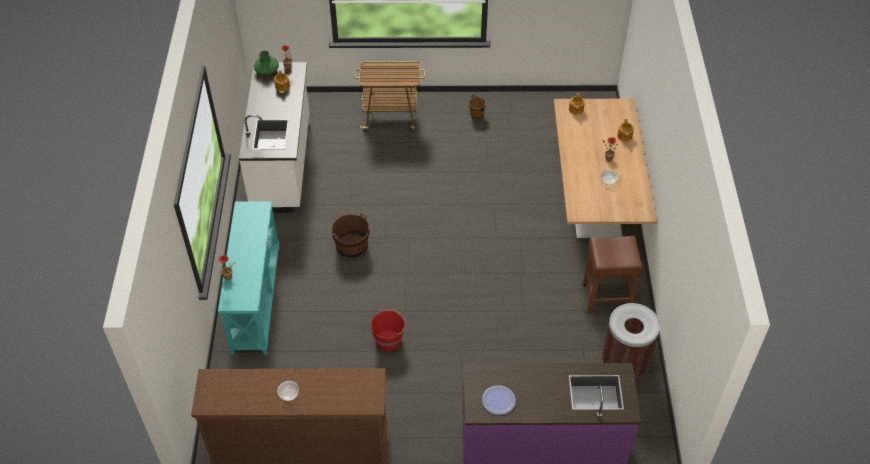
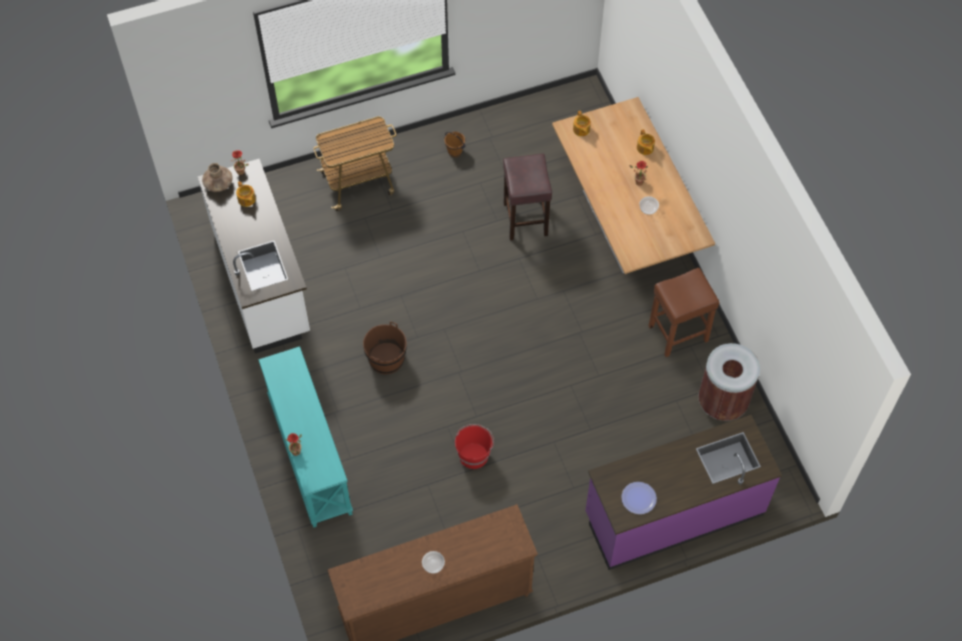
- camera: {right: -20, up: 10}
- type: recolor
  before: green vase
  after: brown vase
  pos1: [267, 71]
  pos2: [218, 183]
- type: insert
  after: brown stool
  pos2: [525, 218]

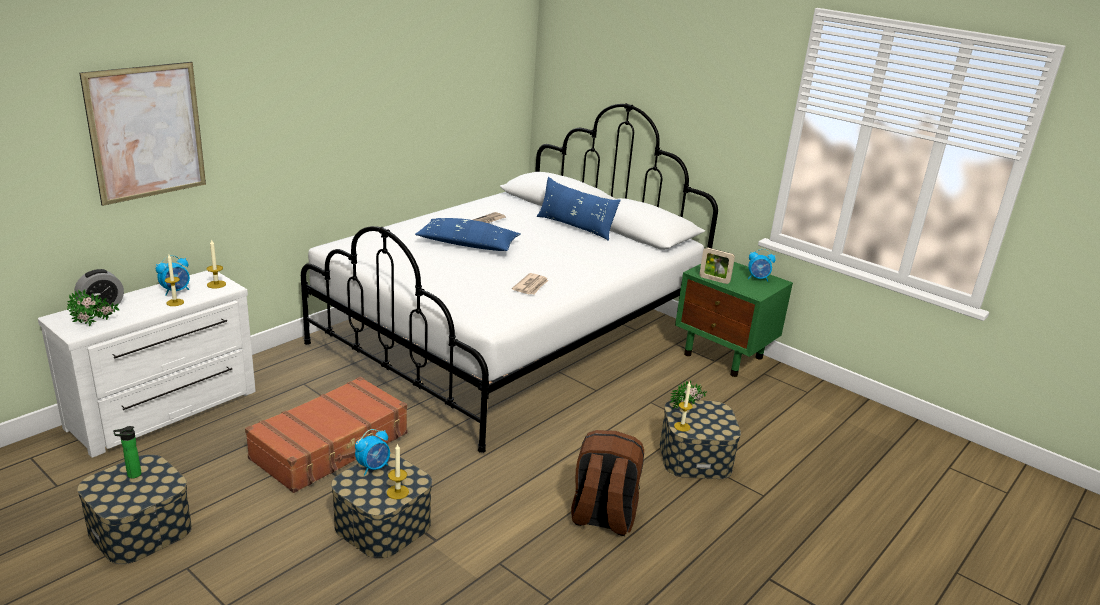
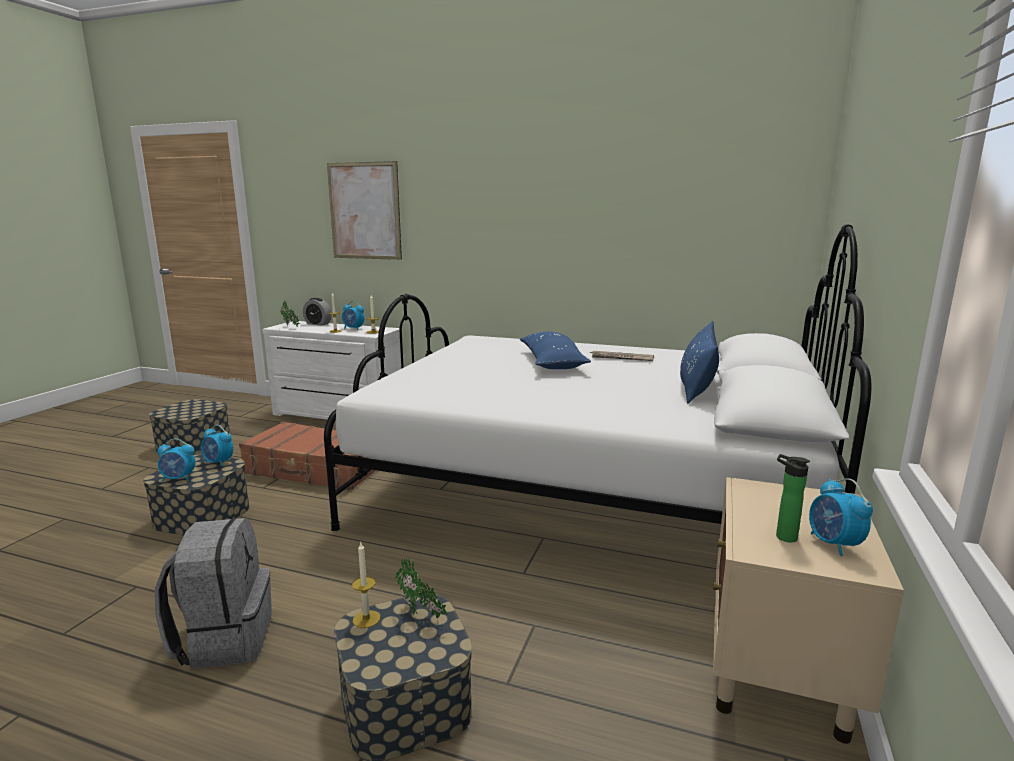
- camera: {right: 70, up: -10}
- type: move
  before: bottle
  pos1: [132, 475]
  pos2: [783, 536]
- type: replace
  before: candle
  after: alarm clock
  pos1: [397, 492]
  pos2: [178, 479]
- type: delete
  before: newspaper
  pos1: [531, 286]
- type: recolor
  before: brown backpack
  after: grey backpack
  pos1: [602, 517]
  pos2: [224, 638]
- type: recolor
  before: green nightstand
  after: beige nightstand
  pos1: [724, 356]
  pos2: [777, 682]
- type: delete
  before: picture frame
  pos1: [714, 280]

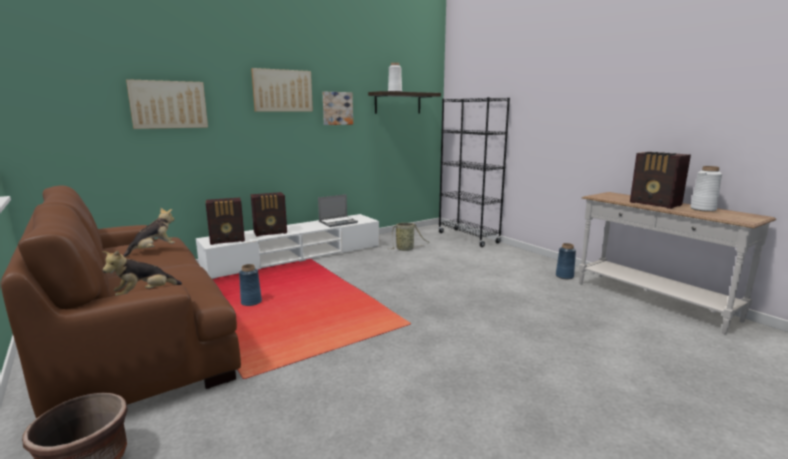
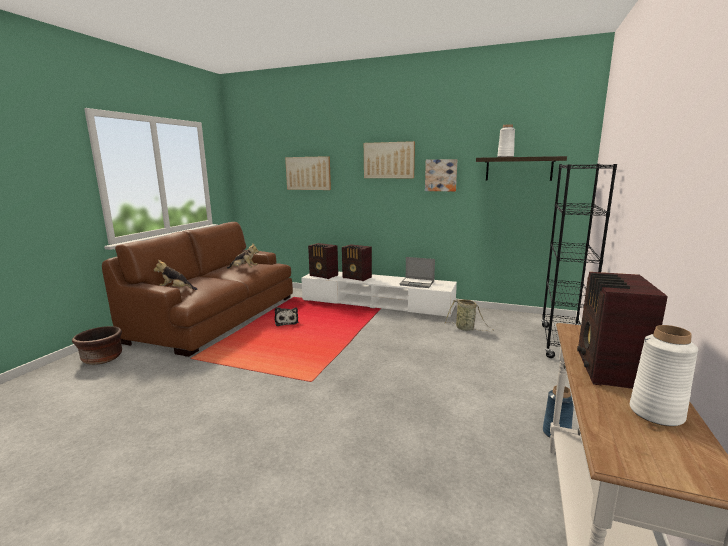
- camera: {right: 55, up: 0}
- type: replace
  before: blue vase
  after: plush toy
  pos1: [251, 302]
  pos2: [286, 322]

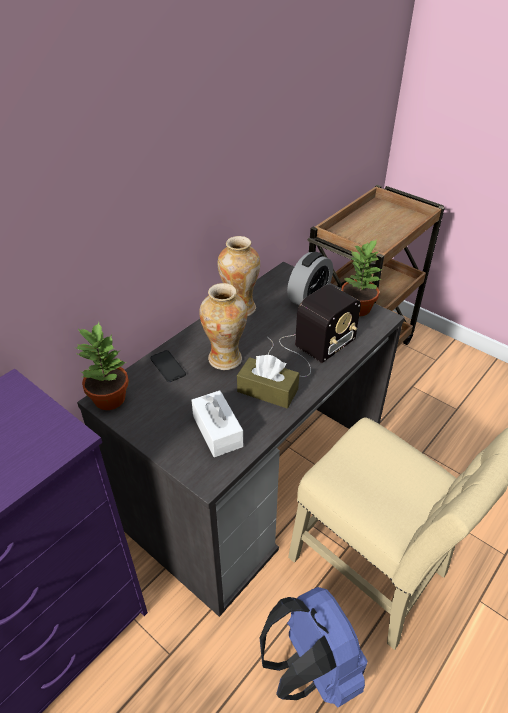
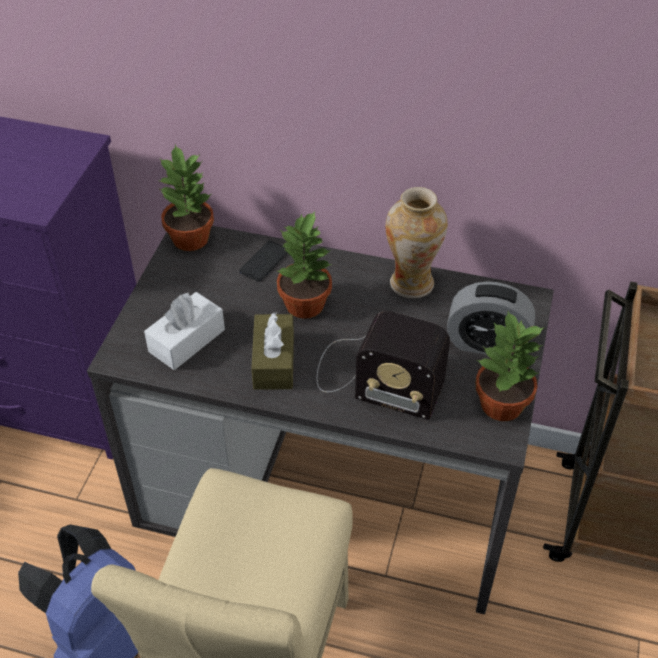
- camera: {right: 65, up: 5}
- type: replace
  before: vase
  after: potted plant
  pos1: [225, 359]
  pos2: [306, 304]

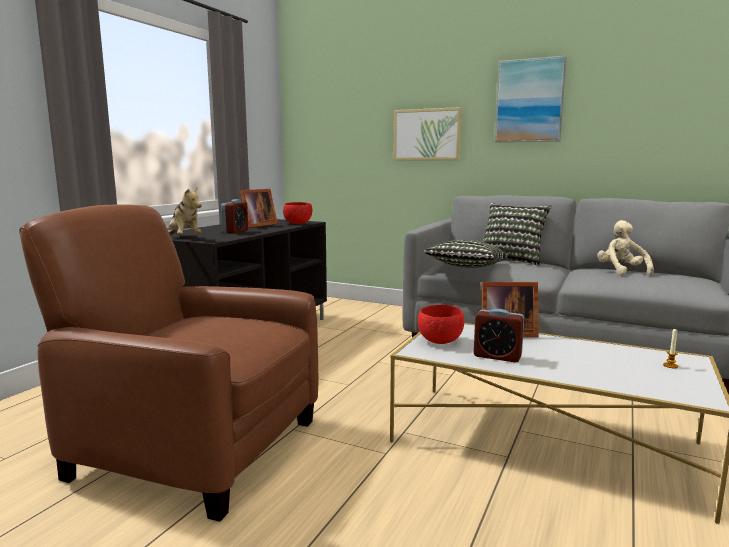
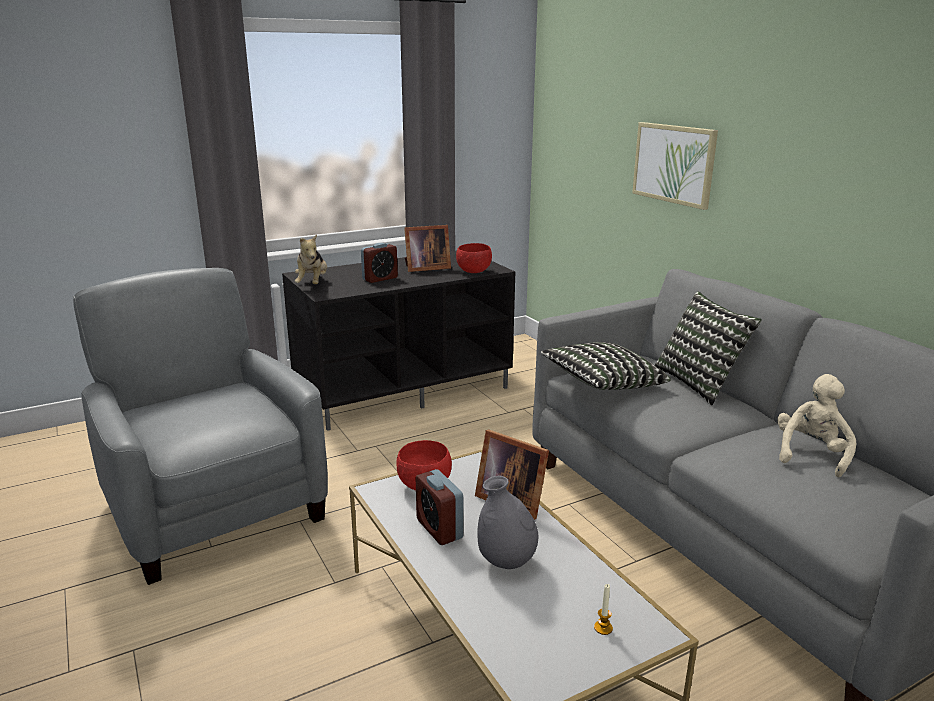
- camera: {right: 35, up: 10}
- type: recolor
  before: brown armchair
  after: grey armchair
  pos1: [195, 447]
  pos2: [213, 507]
- type: delete
  before: picture
  pos1: [529, 101]
- type: insert
  after: grey vase
  pos2: [506, 562]

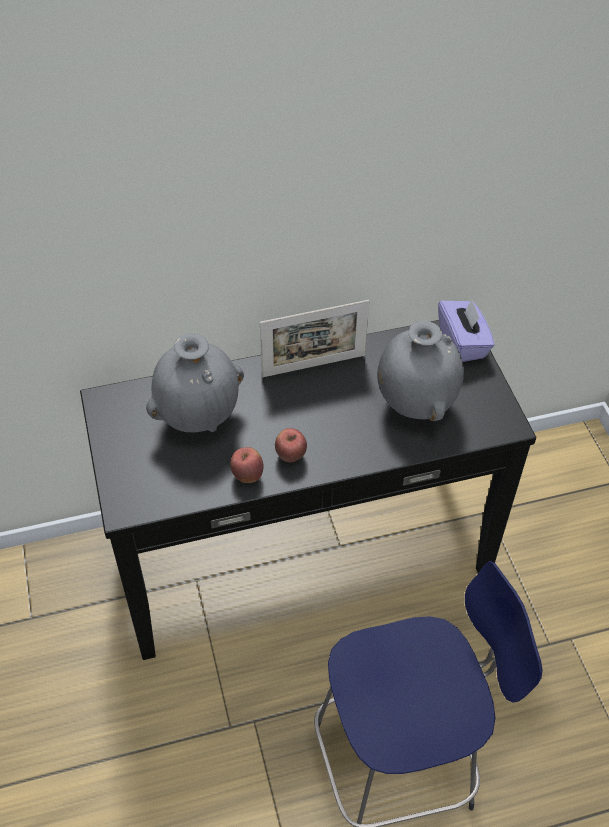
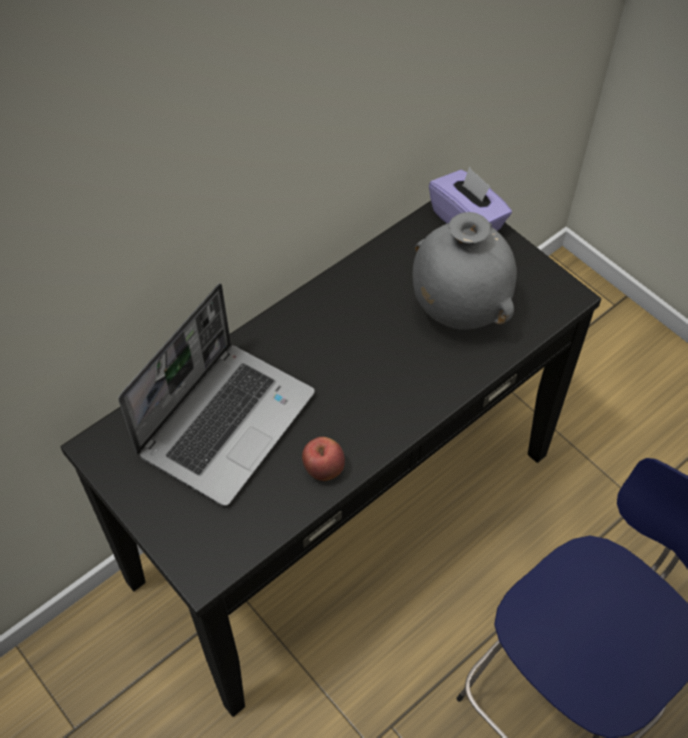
- camera: {right: -25, up: 5}
- type: replace
  before: grey vase
  after: laptop
  pos1: [199, 417]
  pos2: [227, 422]
- type: delete
  before: picture frame
  pos1: [313, 365]
- type: delete
  before: apple
  pos1: [290, 456]

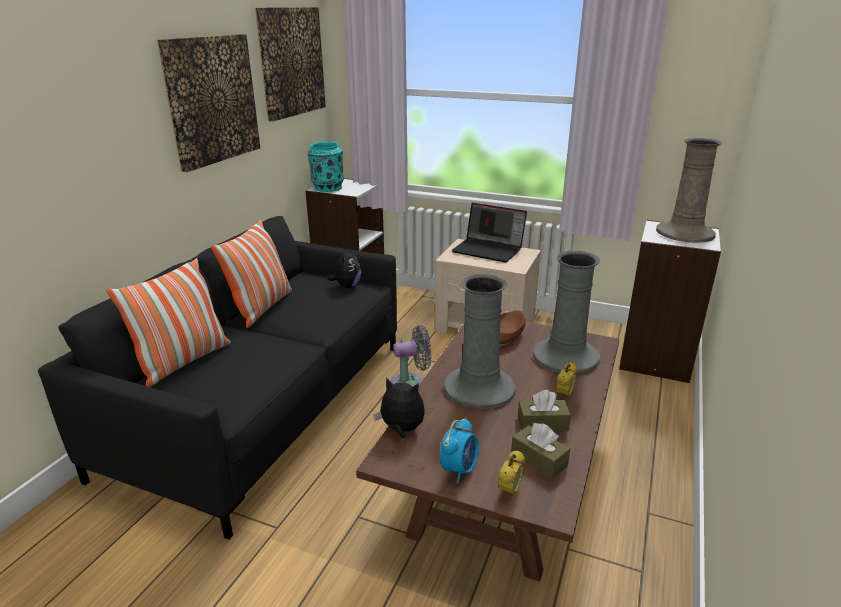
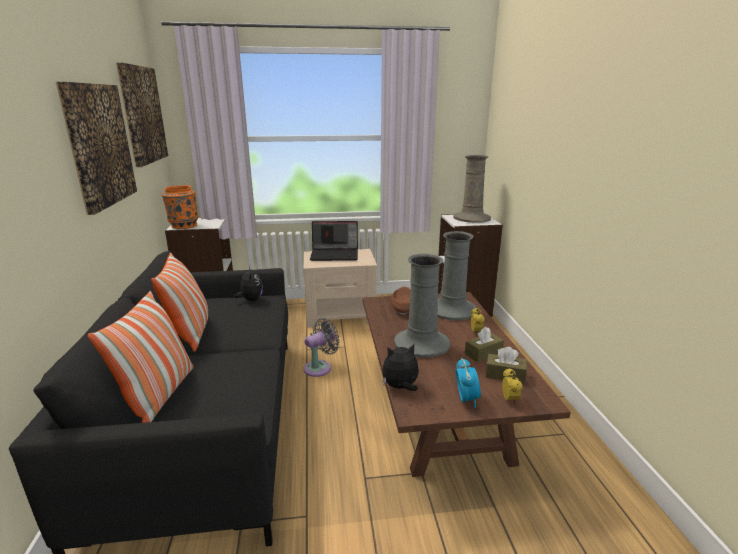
- camera: {right: -30, up: -5}
- type: recolor
  before: turquoise vase
  after: orange vase
  pos1: [327, 188]
  pos2: [183, 226]

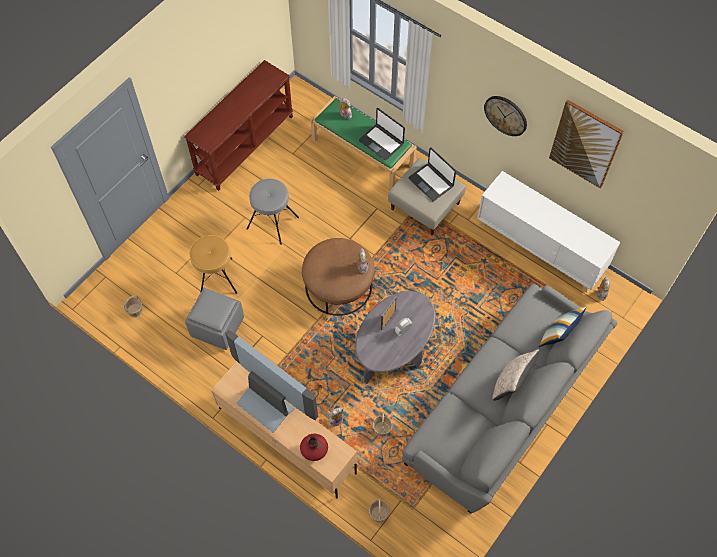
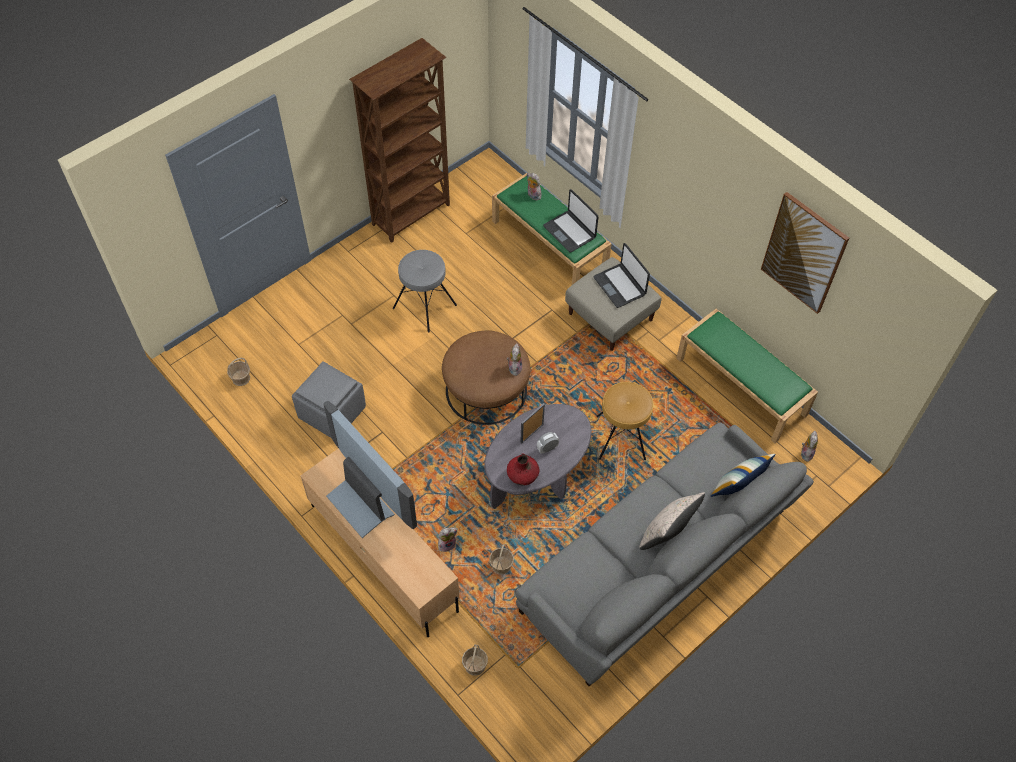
- camera: {right: 10, up: -5}
- type: replace
  before: brown console table
  after: brown bookcase
  pos1: [244, 144]
  pos2: [412, 215]
- type: move
  before: brown stool
  pos1: [216, 278]
  pos2: [621, 437]
- type: move
  before: red vase
  pos1: [314, 450]
  pos2: [523, 476]
- type: replace
  before: white cabinet
  after: green bench
  pos1: [541, 247]
  pos2: [742, 386]
- type: delete
  before: wall clock
  pos1: [506, 115]

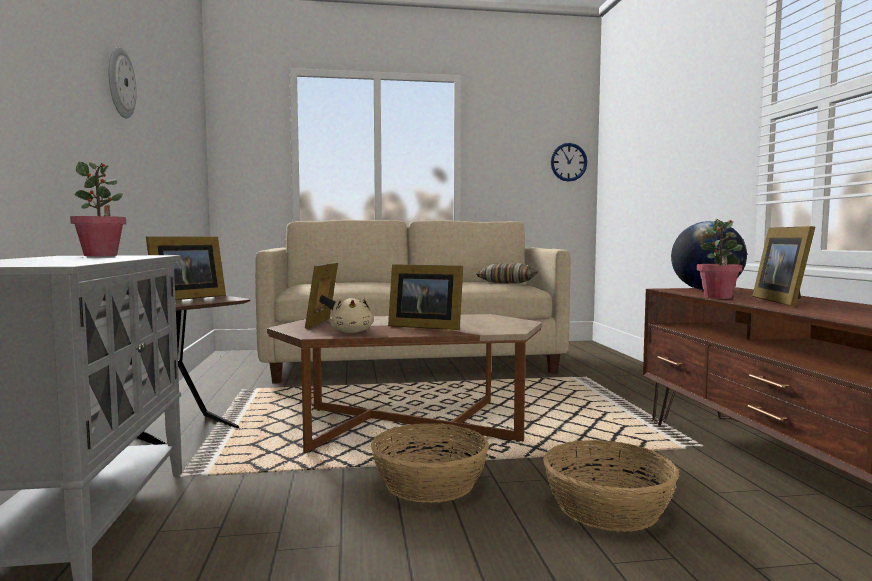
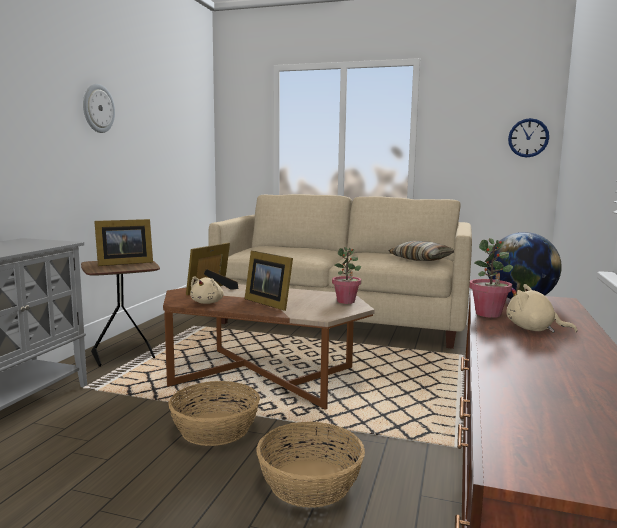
- camera: {right: 25, up: 5}
- type: move
  before: potted plant
  pos1: [101, 255]
  pos2: [346, 301]
- type: replace
  before: picture frame
  after: beige plush toy
  pos1: [783, 301]
  pos2: [533, 329]

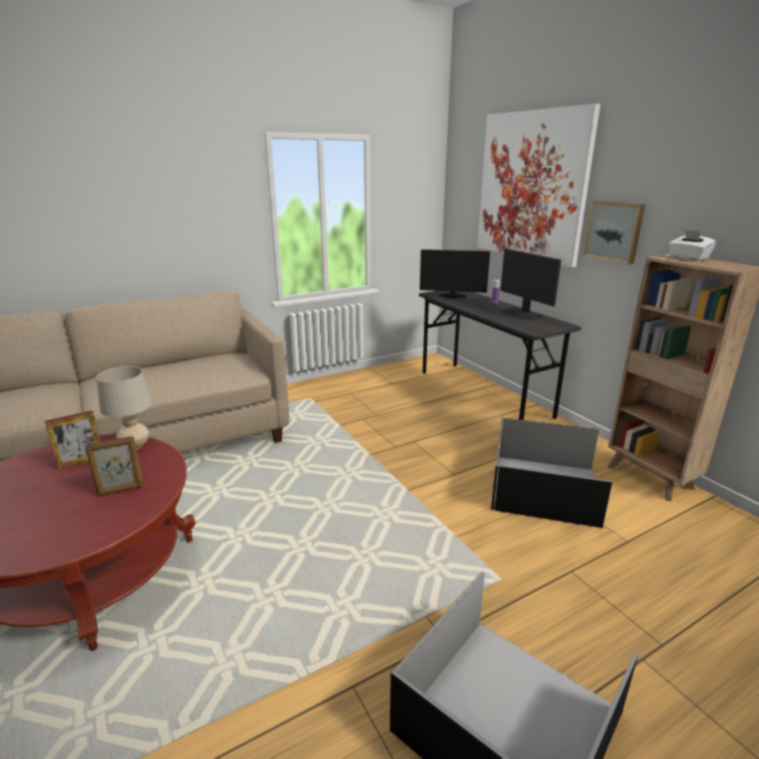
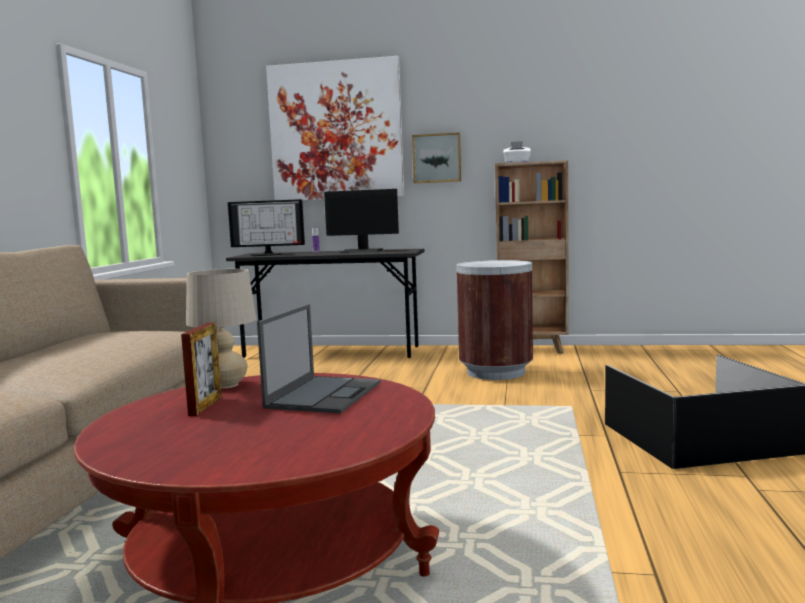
- camera: {right: -50, up: -15}
- type: replace
  before: picture frame
  after: laptop
  pos1: [121, 490]
  pos2: [324, 394]
- type: rotate
  before: monitor
  pos1: [452, 296]
  pos2: [267, 254]
  turn: -135
- type: replace
  before: black storage box
  after: brown trash can
  pos1: [544, 489]
  pos2: [496, 372]

